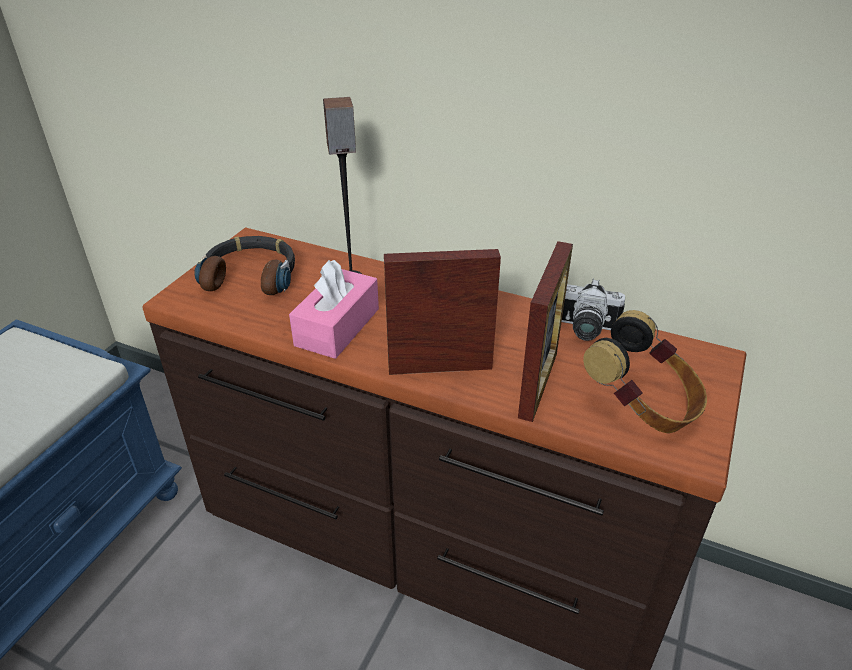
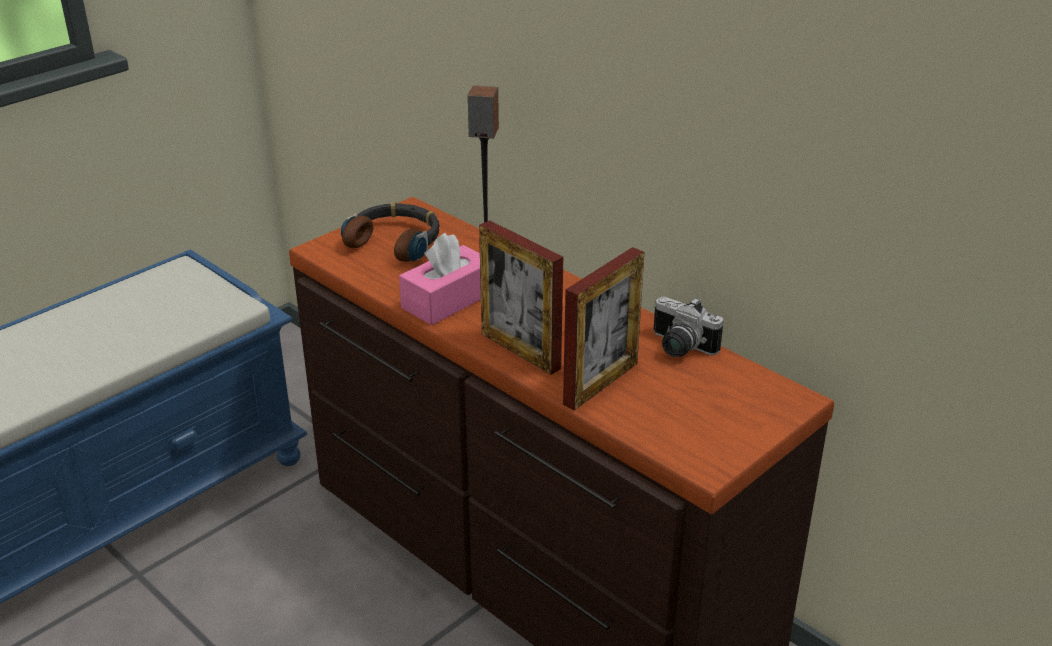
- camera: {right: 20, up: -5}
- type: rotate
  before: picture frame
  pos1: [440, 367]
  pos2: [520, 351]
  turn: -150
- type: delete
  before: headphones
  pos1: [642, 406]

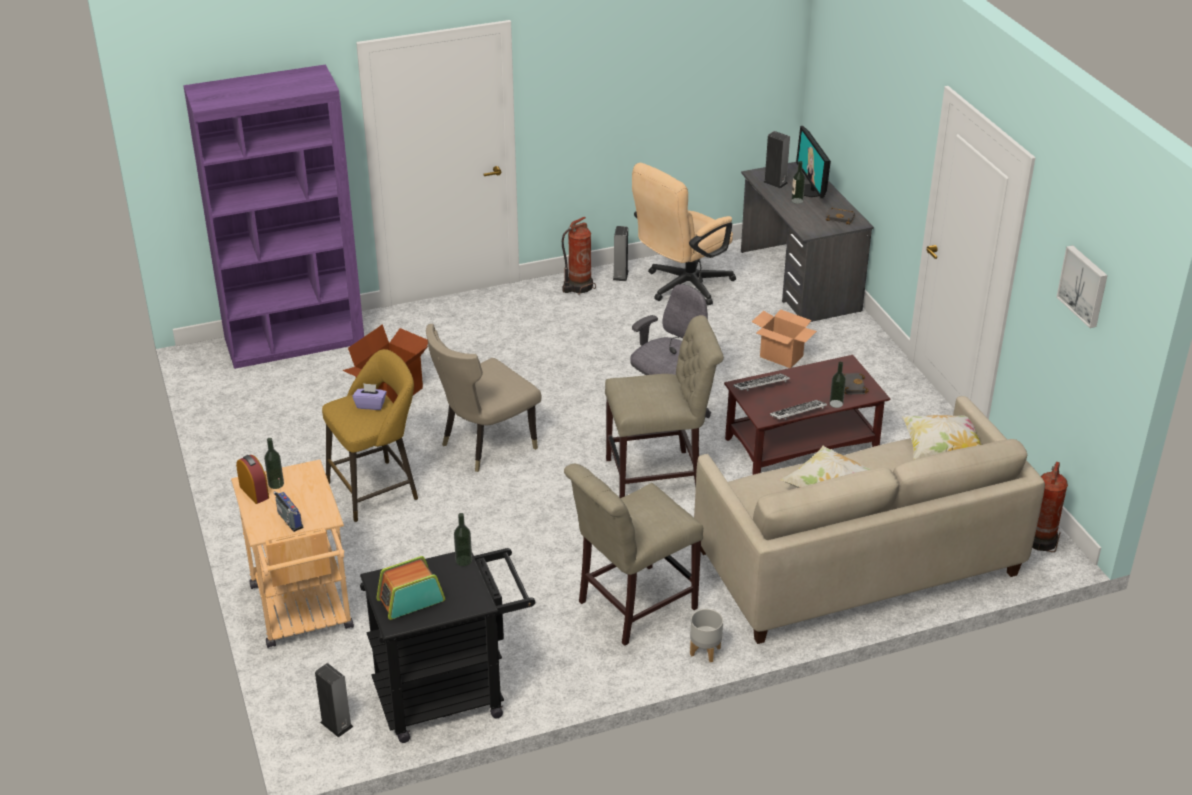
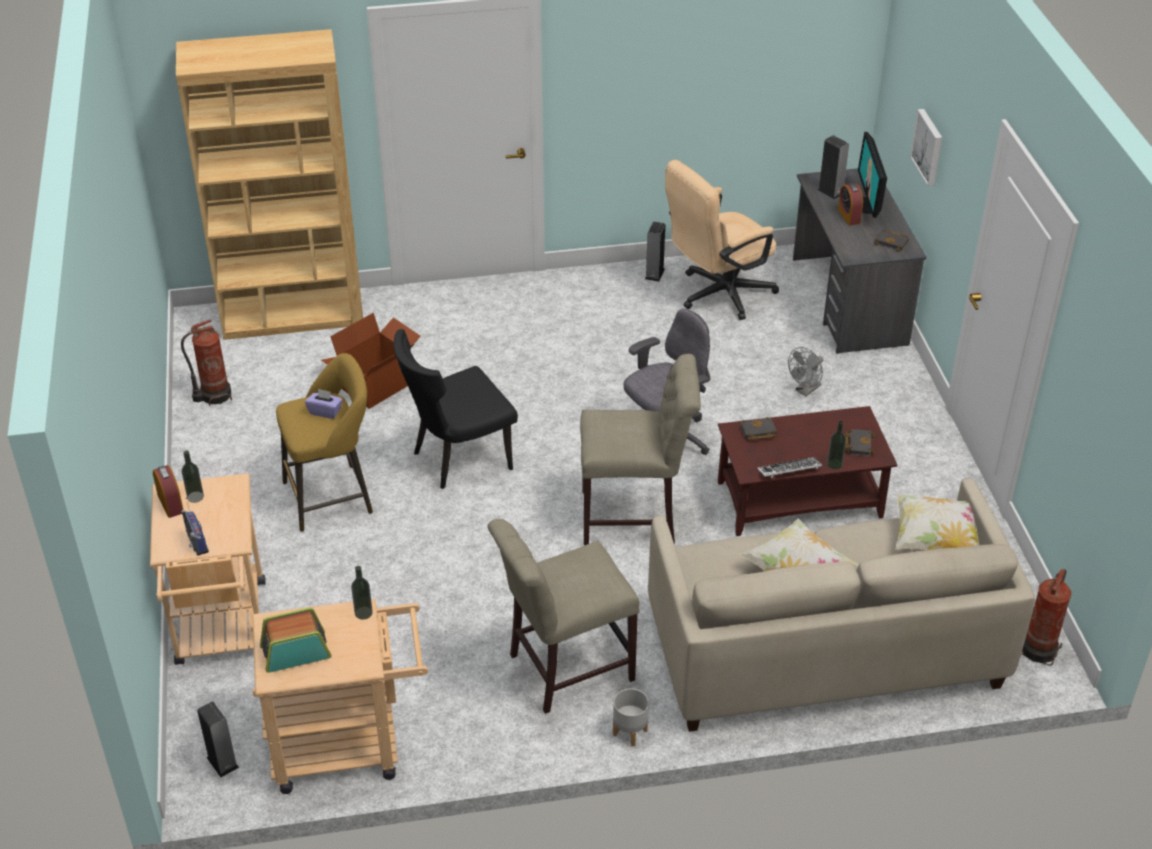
- camera: {right: 10, up: 5}
- type: recolor
  before: purple bookcase
  after: brown bookcase
  pos1: [295, 341]
  pos2: [293, 315]
- type: recolor
  before: black cart
  after: beige cart
  pos1: [451, 695]
  pos2: [348, 745]
- type: recolor
  before: beige chair
  after: black chair
  pos1: [484, 445]
  pos2: [457, 459]
- type: move
  before: fire extinguisher
  pos1: [578, 287]
  pos2: [214, 395]
- type: replace
  before: keyboard
  after: black book
  pos1: [761, 385]
  pos2: [757, 432]
- type: replace
  before: cardboard box
  after: grey fan
  pos1: [782, 356]
  pos2: [805, 390]
- type: replace
  before: bottle
  after: alarm clock
  pos1: [797, 200]
  pos2: [849, 216]
- type: move
  before: picture
  pos1: [1084, 285]
  pos2: [929, 147]

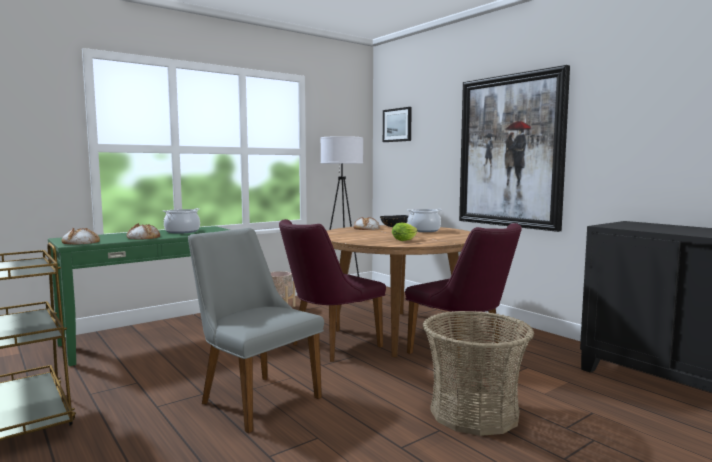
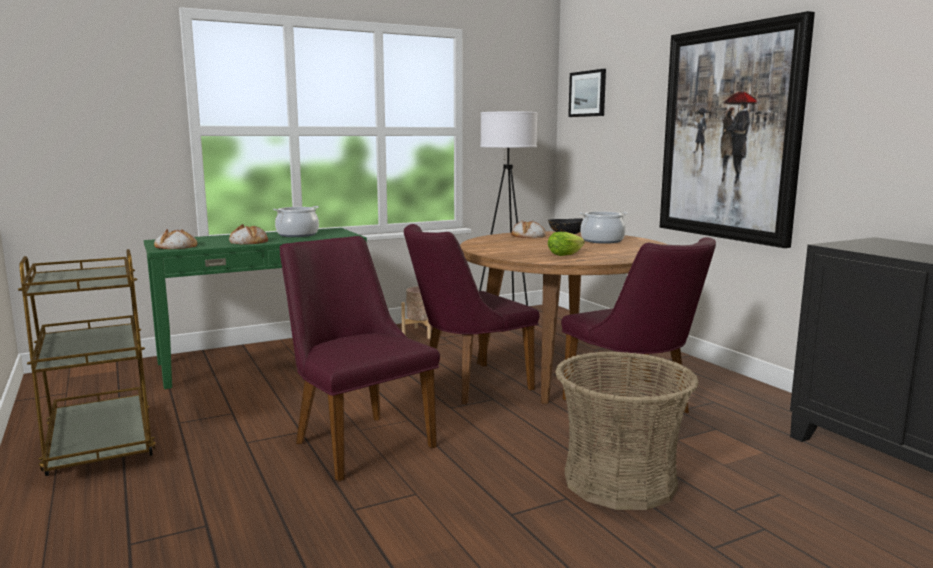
- camera: {right: 10, up: 5}
- type: recolor
  before: grey chair
  after: purple chair
  pos1: [253, 397]
  pos2: [356, 440]

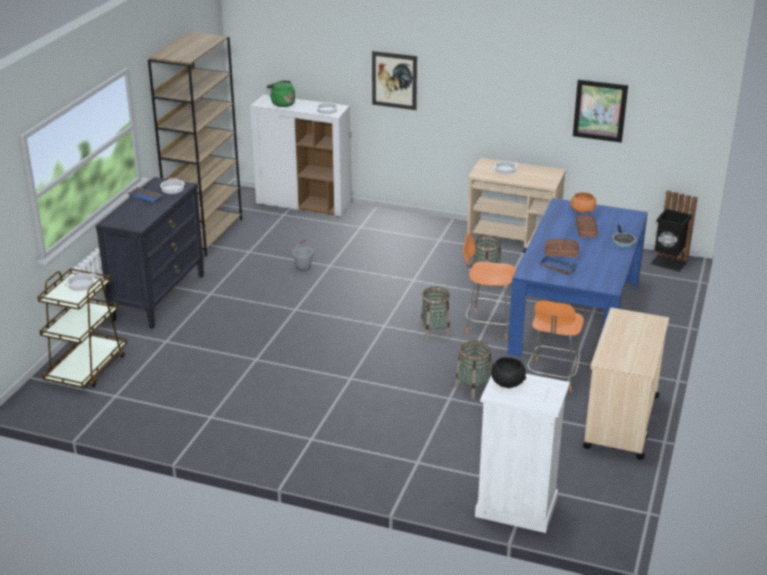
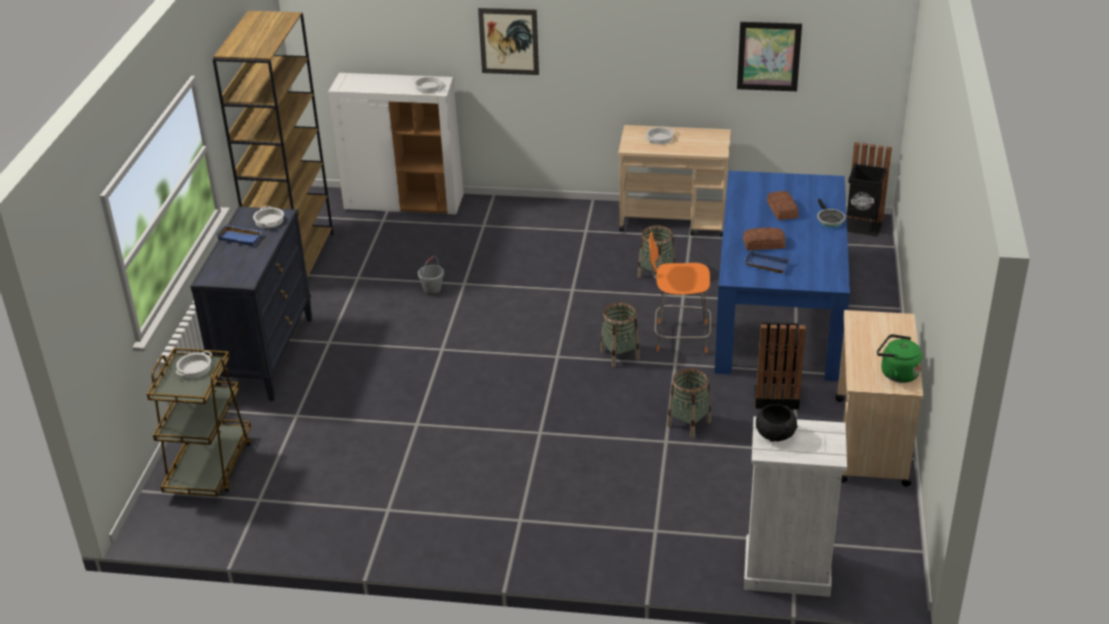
- camera: {right: -10, up: 5}
- type: move
  before: green kettle
  pos1: [282, 103]
  pos2: [896, 373]
- type: replace
  before: orange chair
  after: black trash can
  pos1: [552, 377]
  pos2: [775, 395]
- type: delete
  before: orange bowl
  pos1: [582, 210]

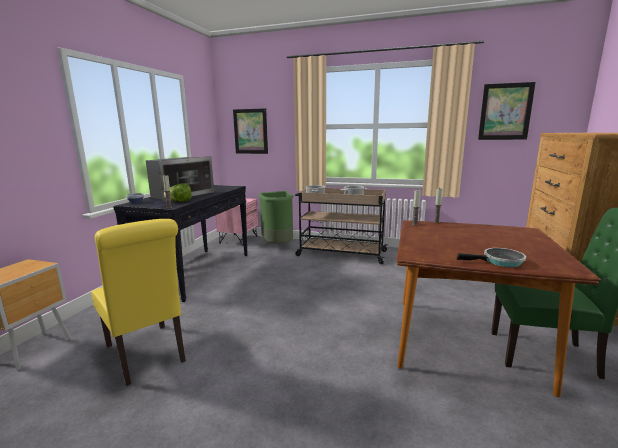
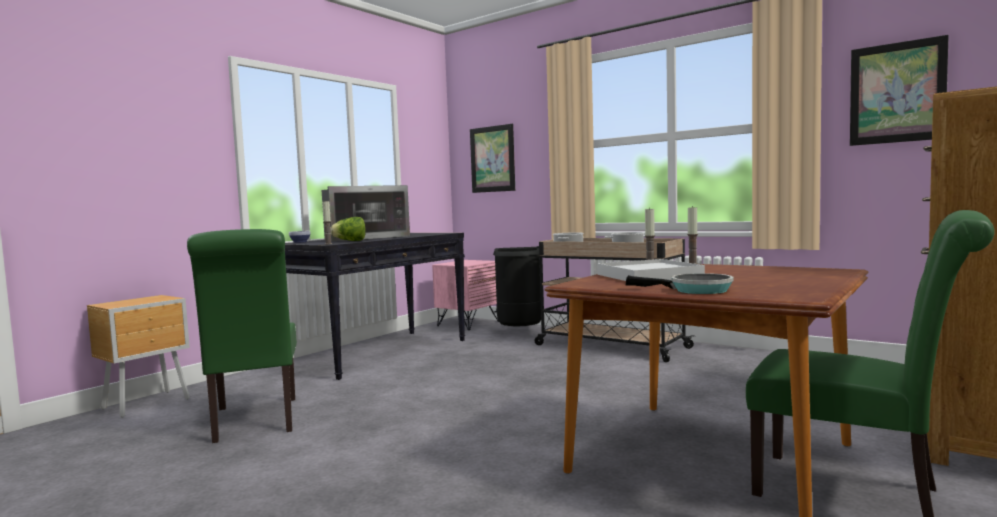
- camera: {right: 20, up: -10}
- type: recolor
  before: yellow chair
  after: green chair
  pos1: [147, 355]
  pos2: [255, 421]
- type: recolor
  before: green trash can
  after: black trash can
  pos1: [278, 245]
  pos2: [520, 332]
- type: insert
  after: white tray
  pos2: [649, 276]

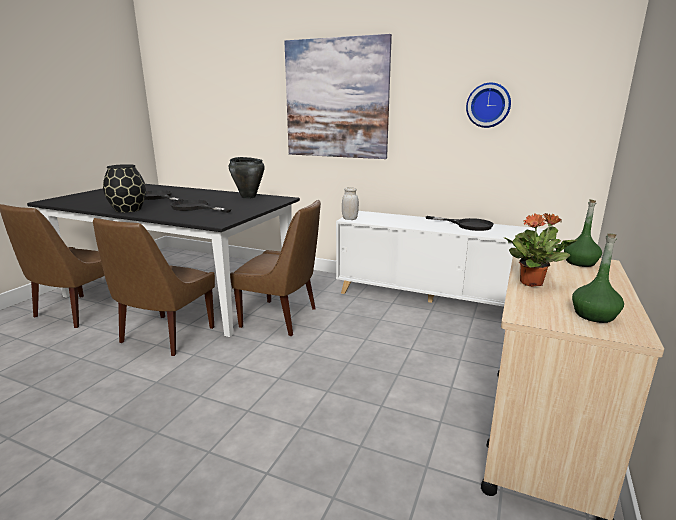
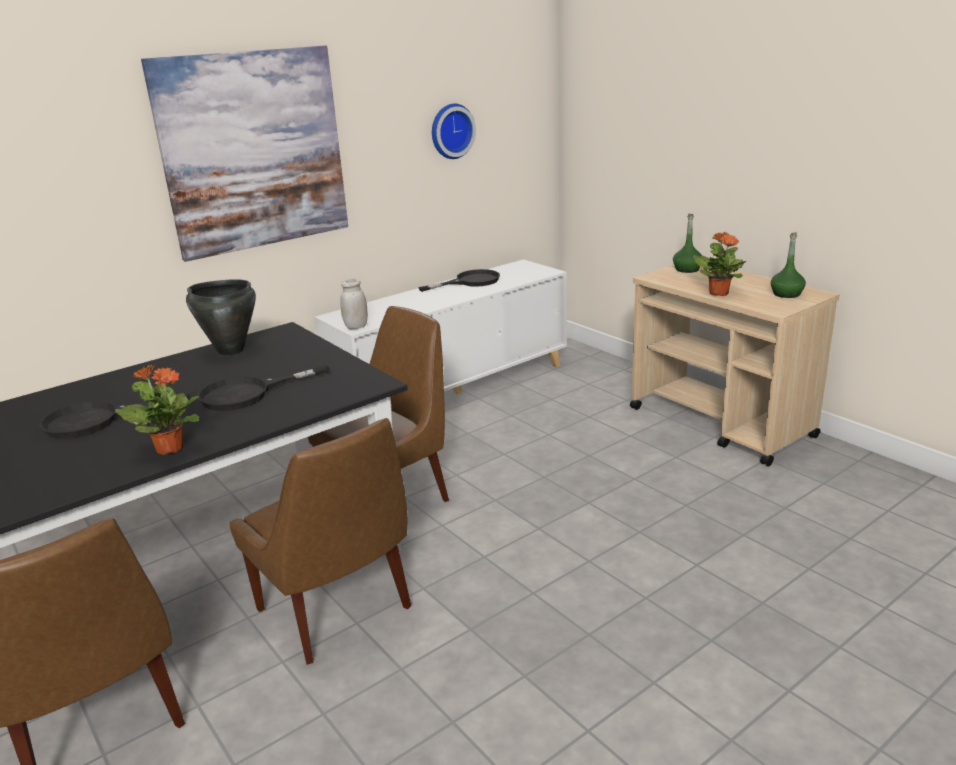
- camera: {right: -60, up: 5}
- type: replace
  before: black vase
  after: potted plant
  pos1: [128, 210]
  pos2: [169, 448]

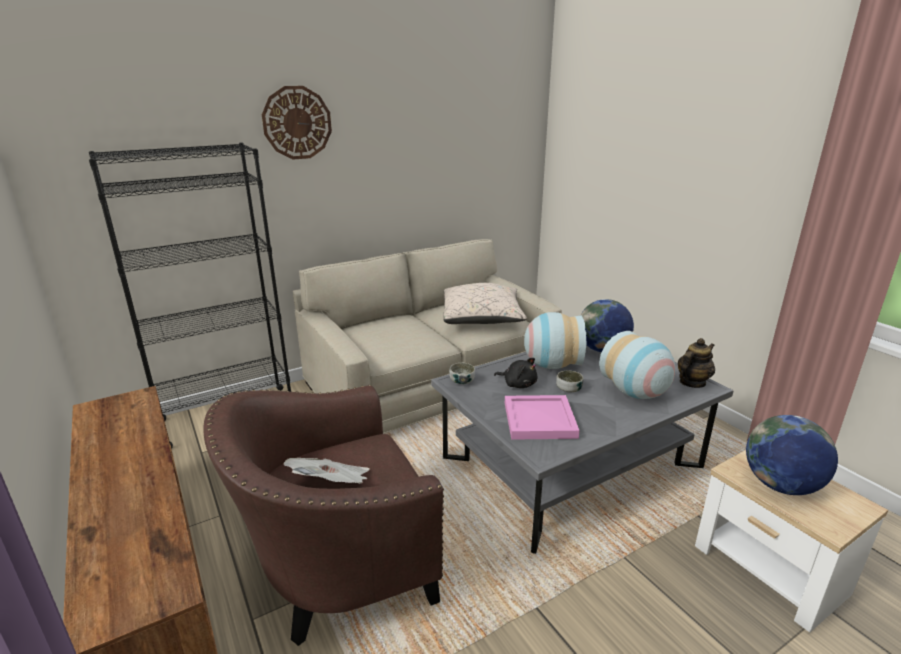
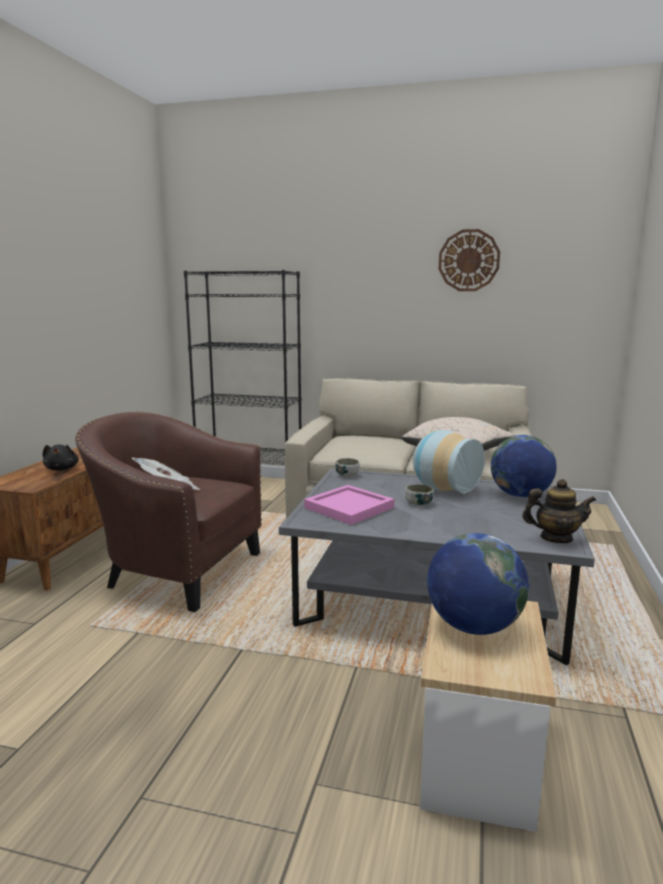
- camera: {right: 45, up: -10}
- type: move
  before: wall clock
  pos1: [297, 123]
  pos2: [469, 260]
- type: move
  before: black plush toy
  pos1: [518, 384]
  pos2: [62, 469]
- type: delete
  before: vase
  pos1: [636, 393]

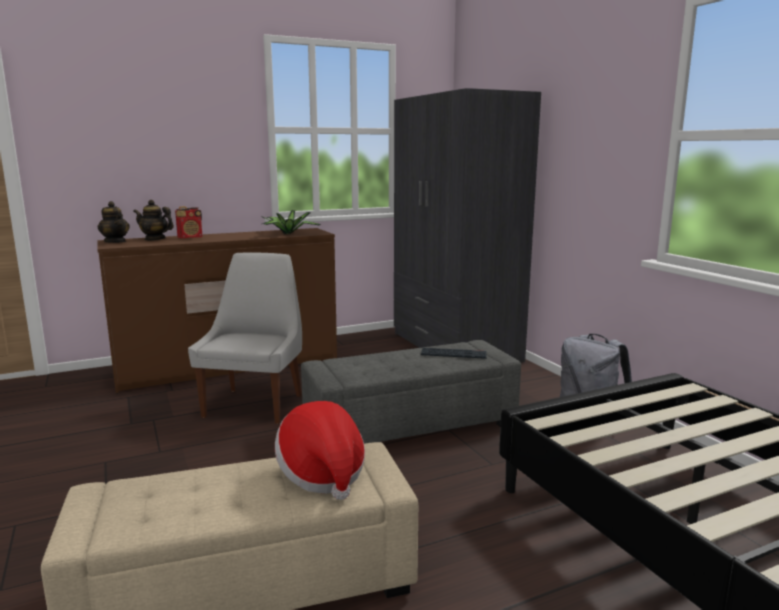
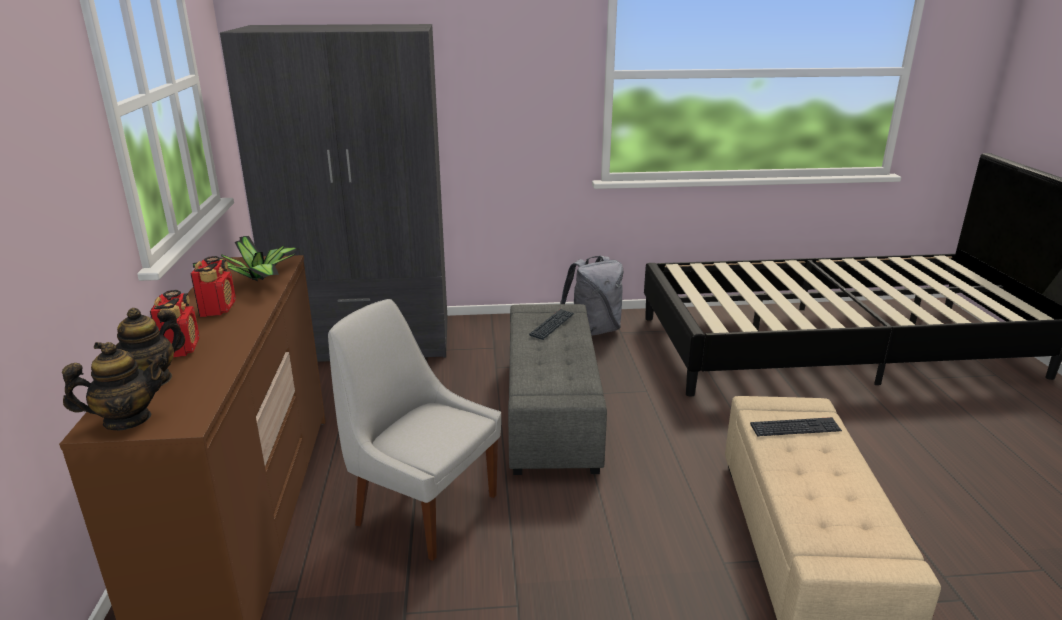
- camera: {right: -70, up: 10}
- type: replace
  before: hat
  after: keyboard
  pos1: [322, 474]
  pos2: [795, 428]
- type: insert
  after: radio
  pos2: [218, 308]

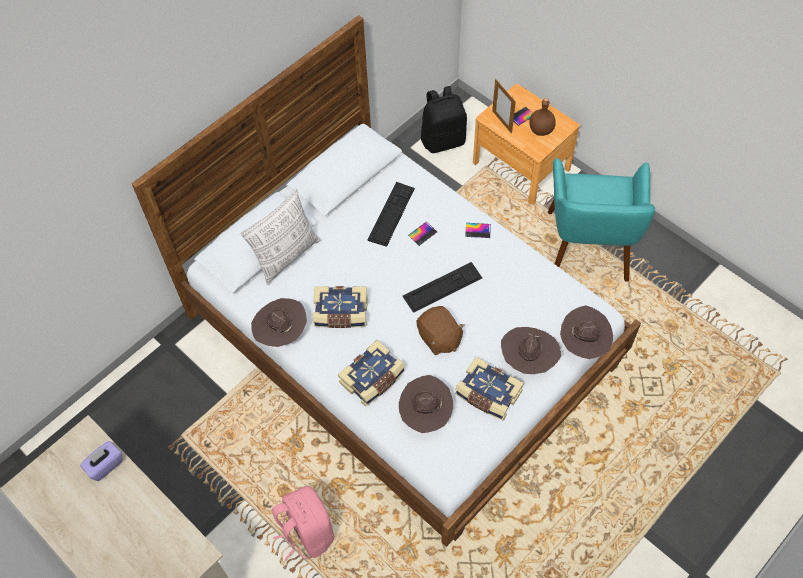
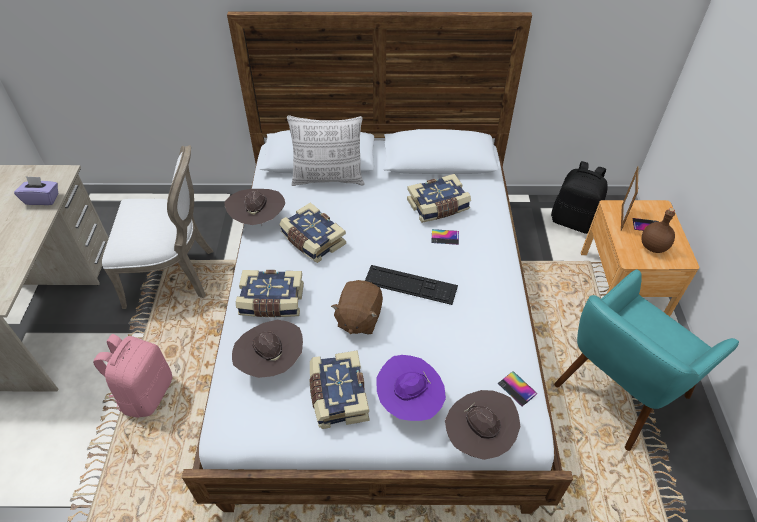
- camera: {right: 45, up: -10}
- type: replace
  before: keyboard
  after: book
  pos1: [391, 214]
  pos2: [438, 207]
- type: move
  before: phone
  pos1: [478, 230]
  pos2: [517, 388]
- type: recolor
  before: brown hat
  after: purple hat
  pos1: [528, 360]
  pos2: [409, 402]
- type: insert
  after: white chair
  pos2: [174, 274]

